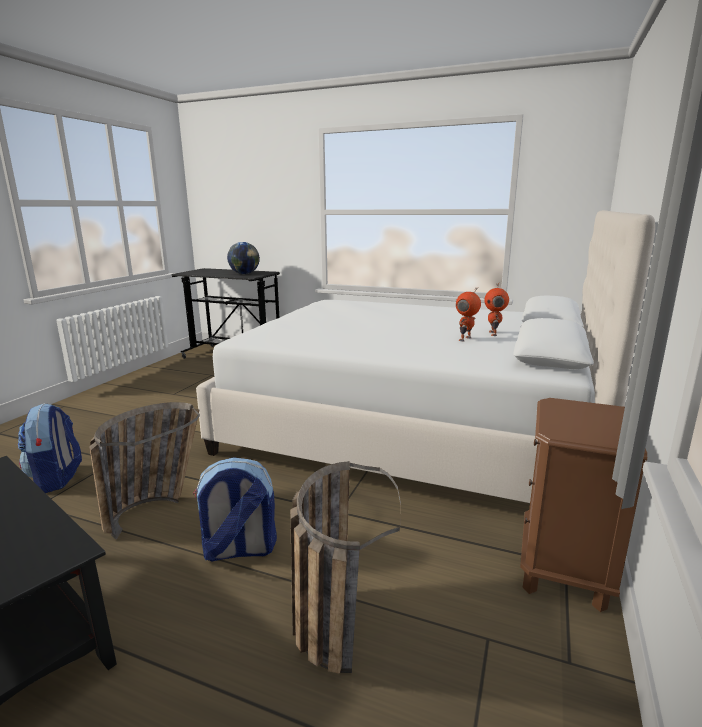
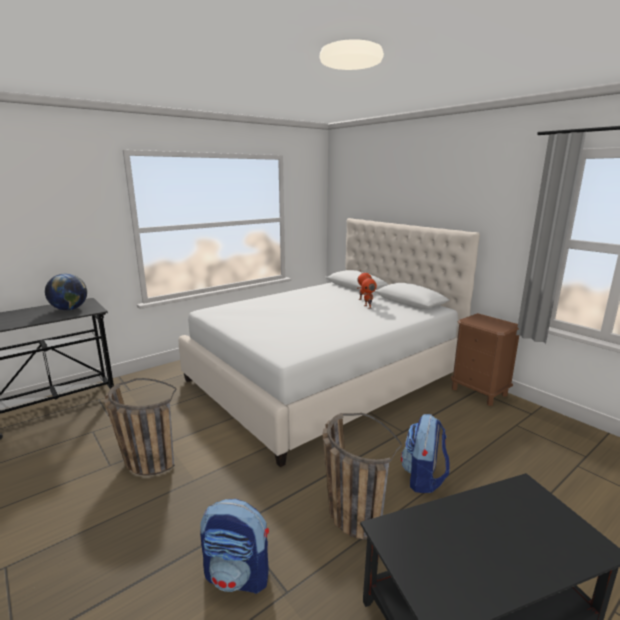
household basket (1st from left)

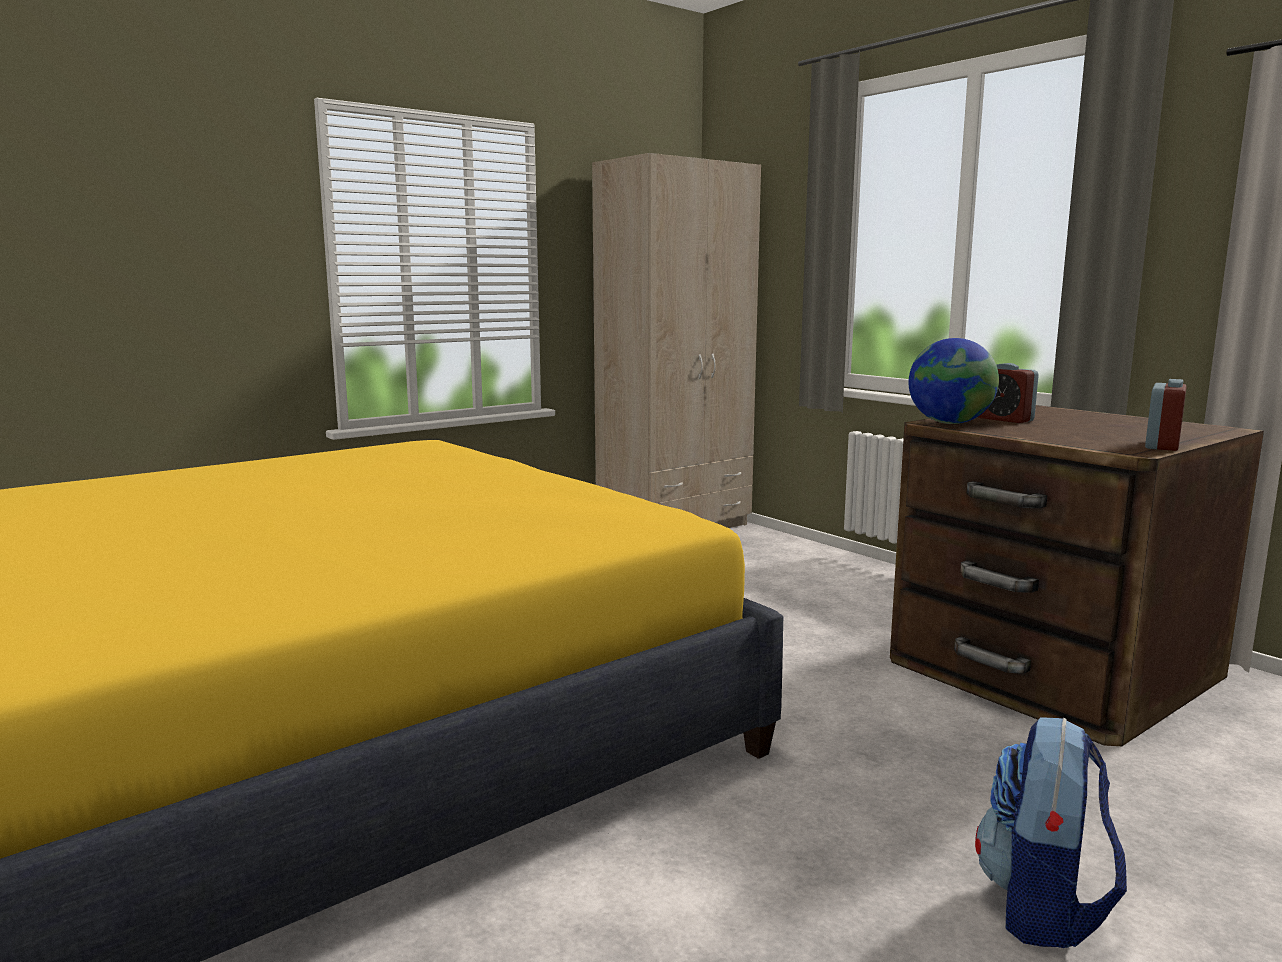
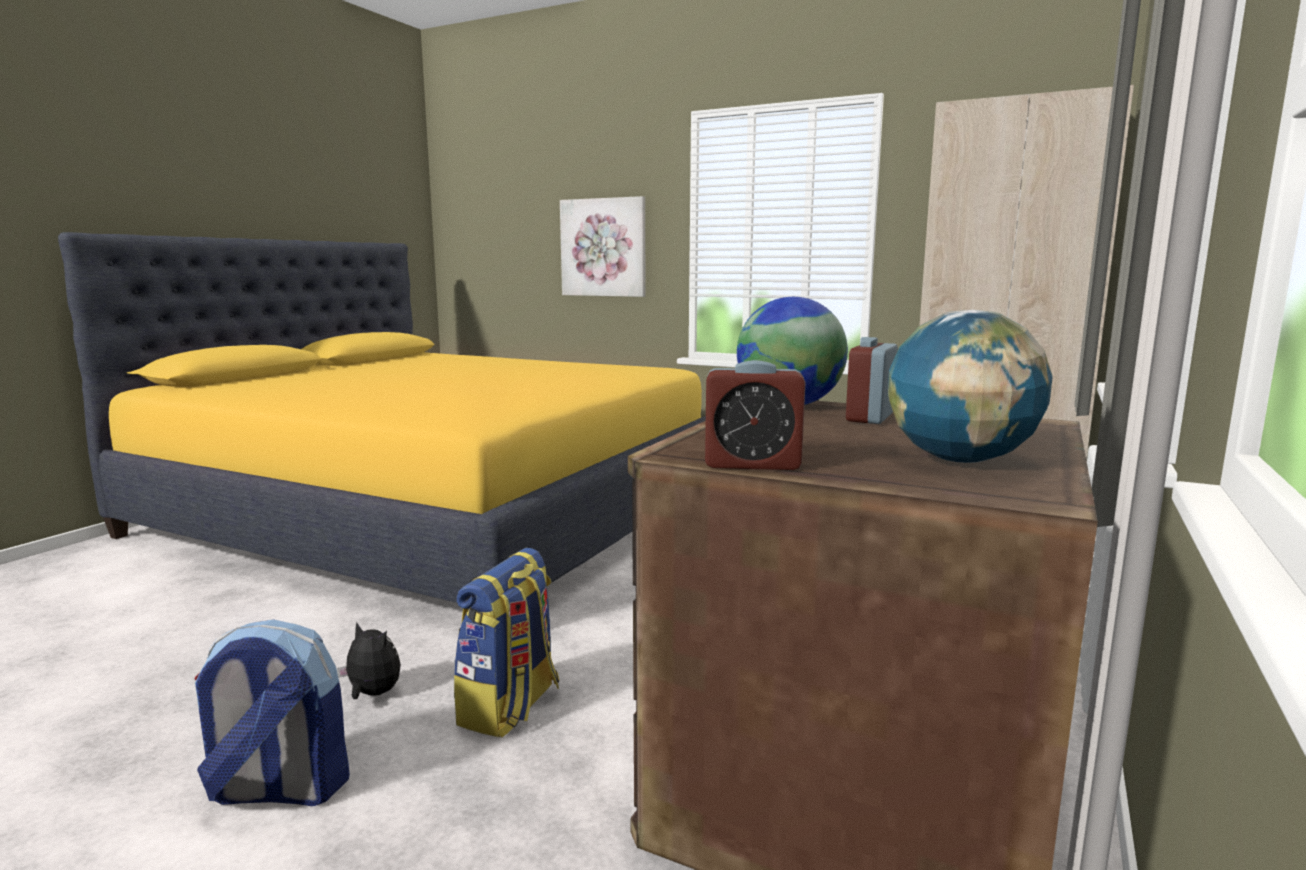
soft toy; rucksack (2nd from left); wall picture; world globe (2nd from left)

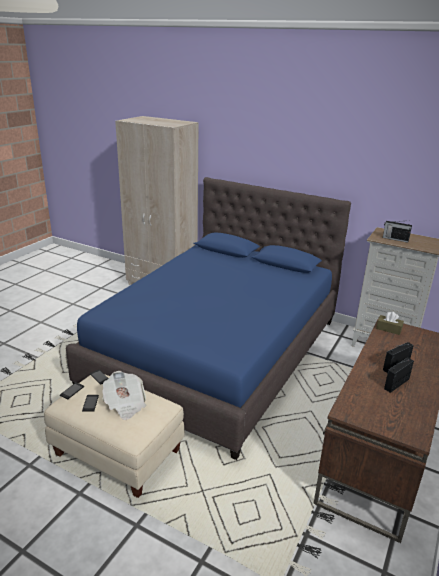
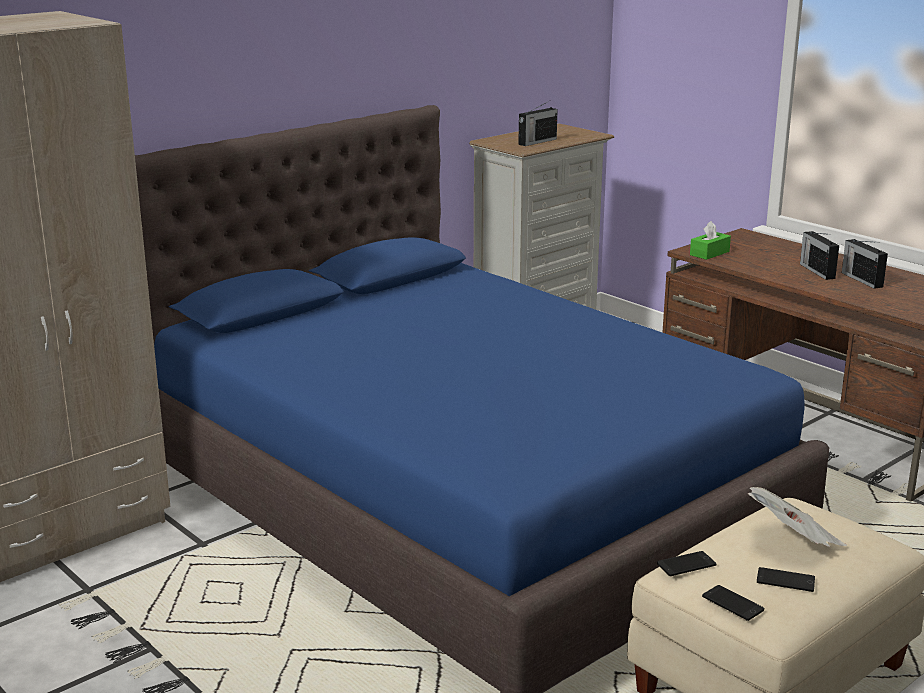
greenish tissue holder

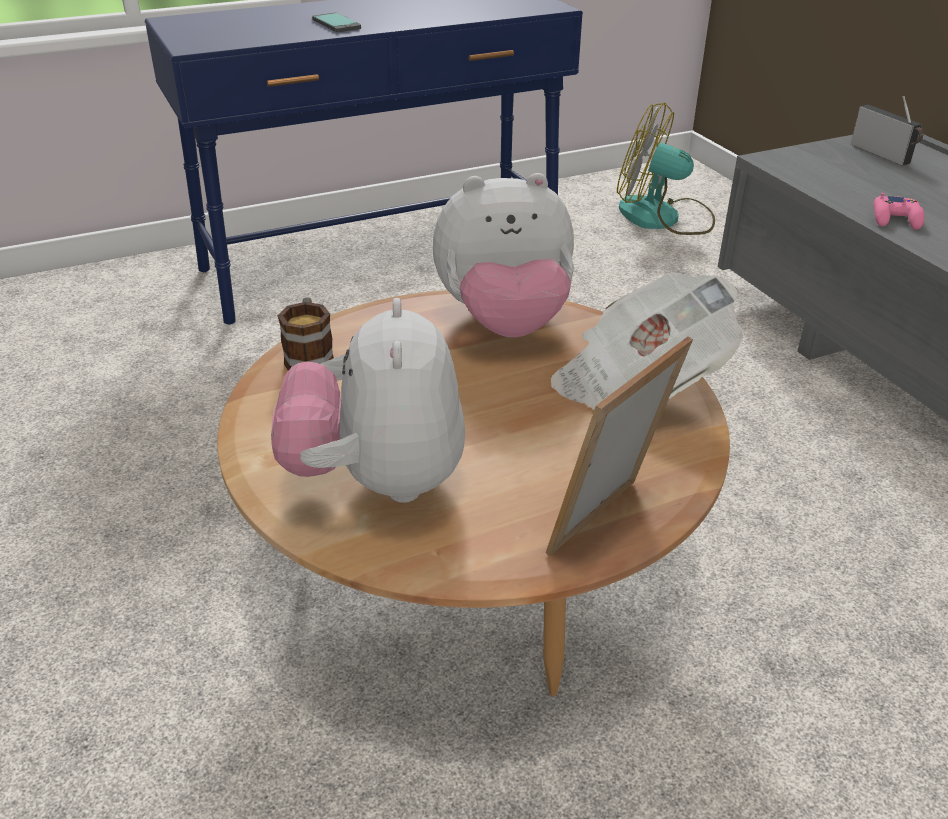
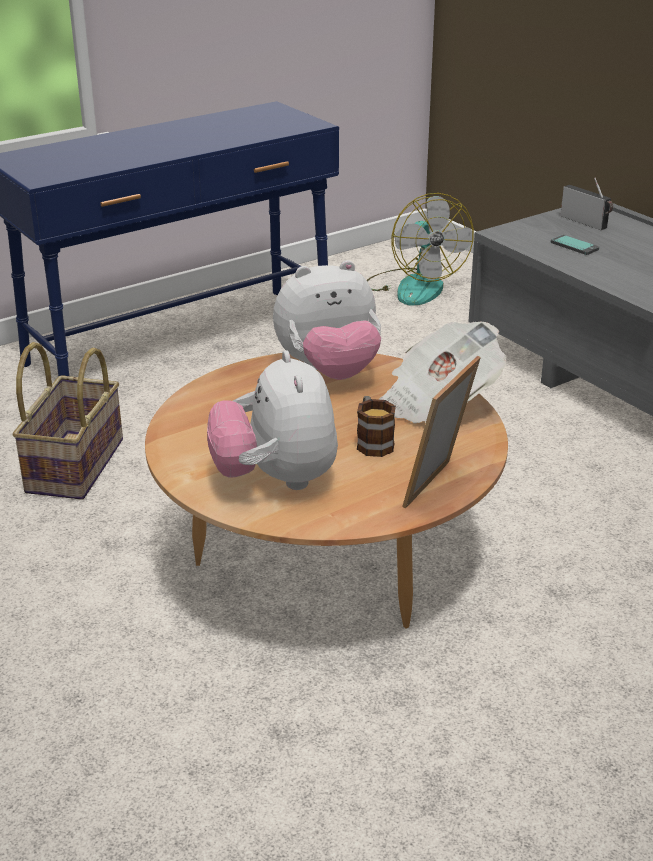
household basket; mug; electric fan; handset; pinkish game controller

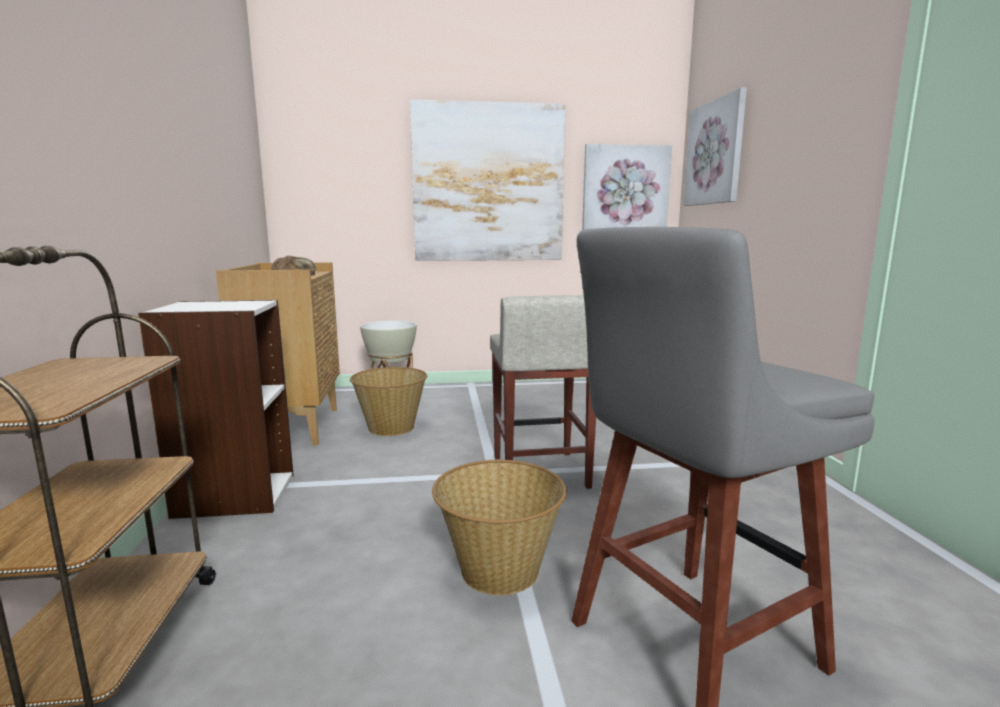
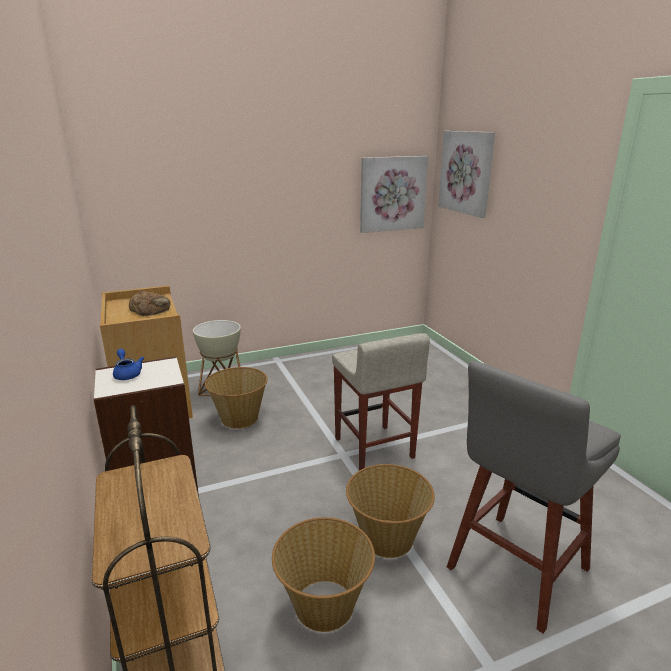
bluish tea pot; household basket (2nd from left); wall picture (1st from left in the first image)

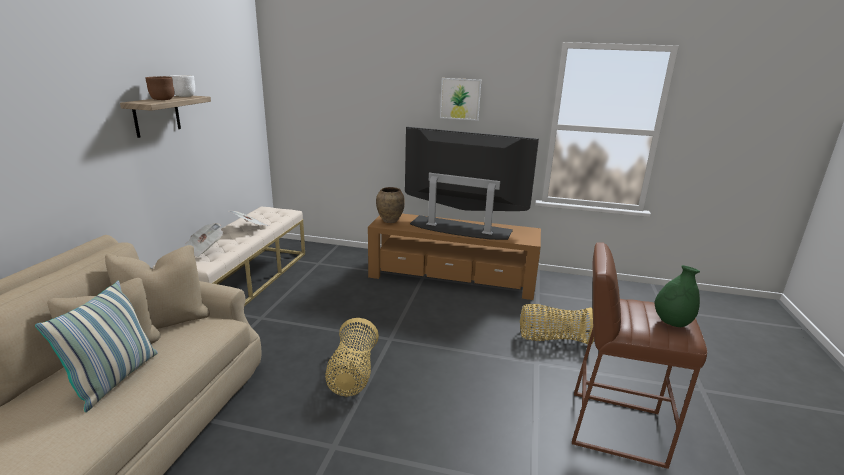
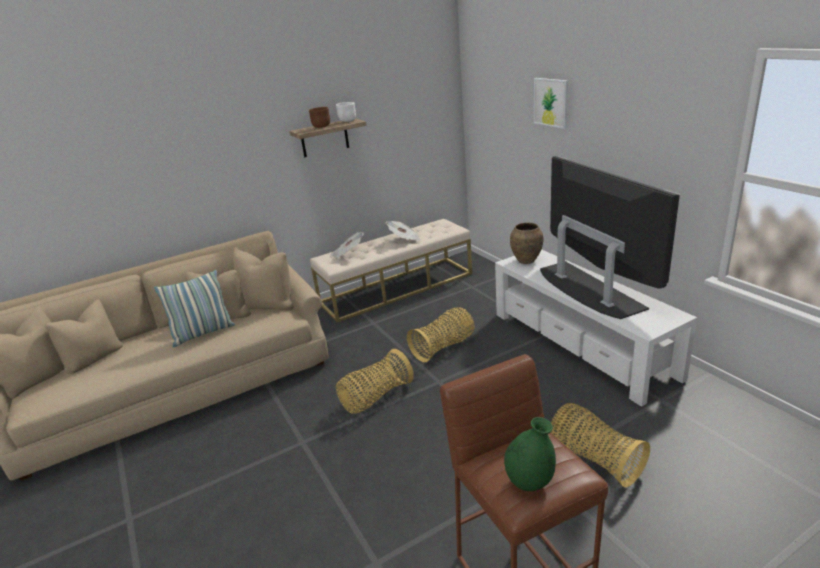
household basket (2nd from left); white-coloured tv stand; wall picture

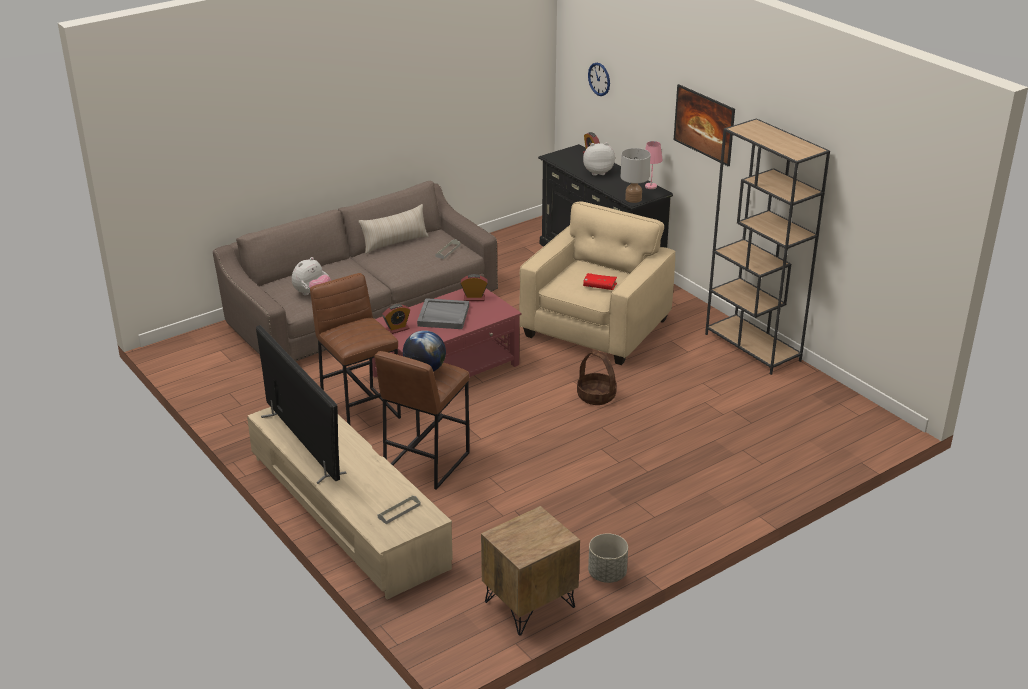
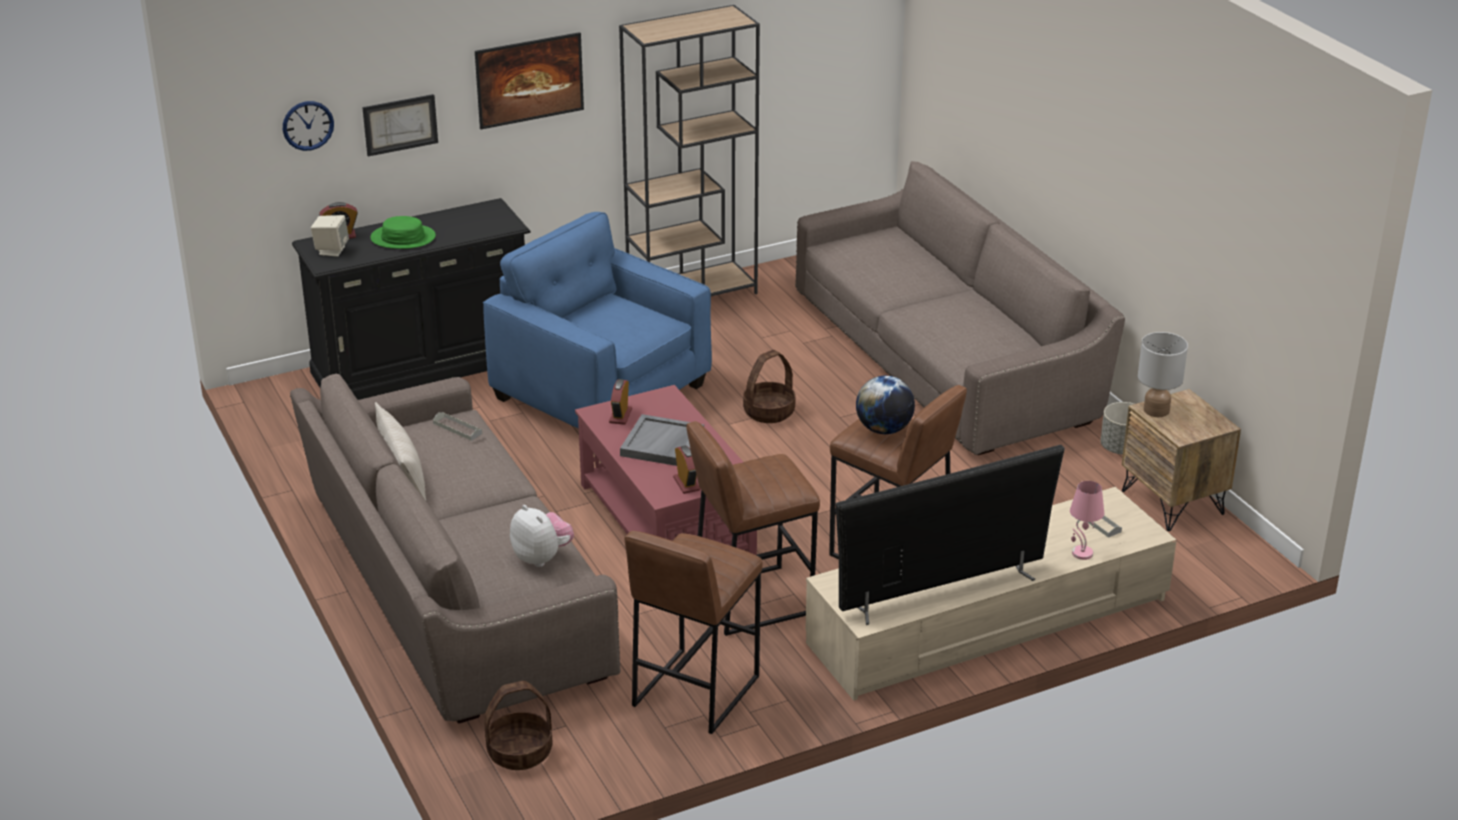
beige loudspeaker; wall picture (1st from left); greenish hat; bluish easy chair; household basket (1st from left); brown-coloured stool (1st from left); brown-coloured settee (2nd from left); pinkish tabletop lamp; gray tabletop lamp; red-coloured volume

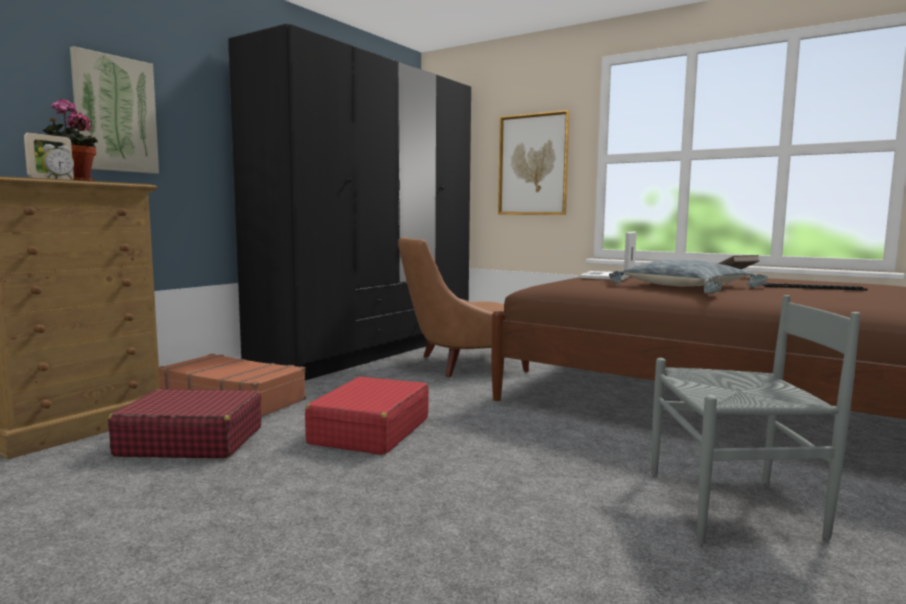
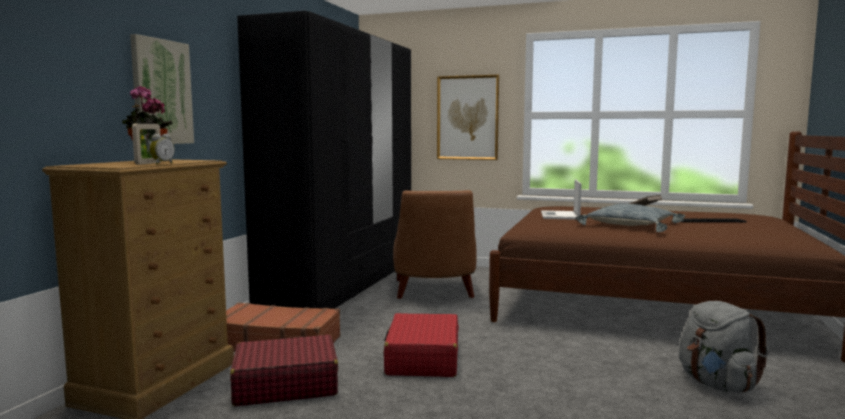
brown-coloured easy chair; gray rucksack

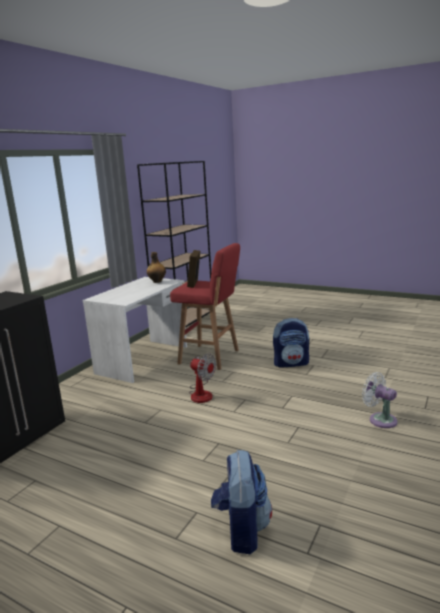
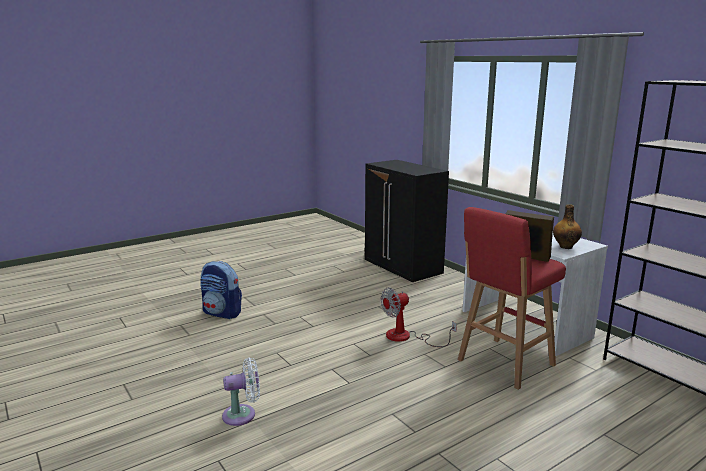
rucksack (2nd from left in the first image)

